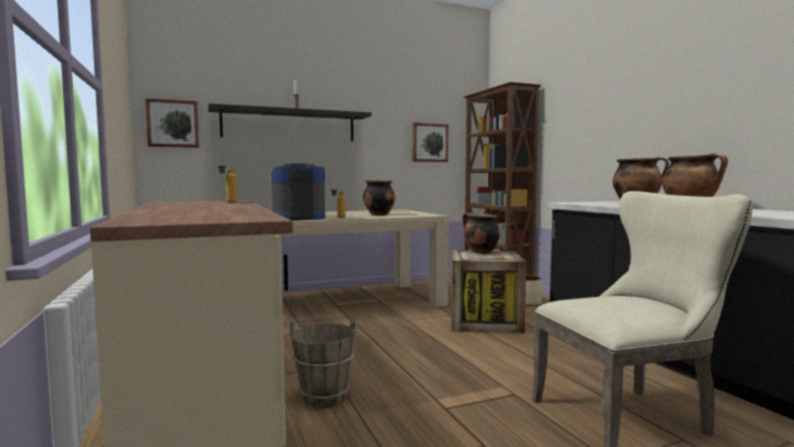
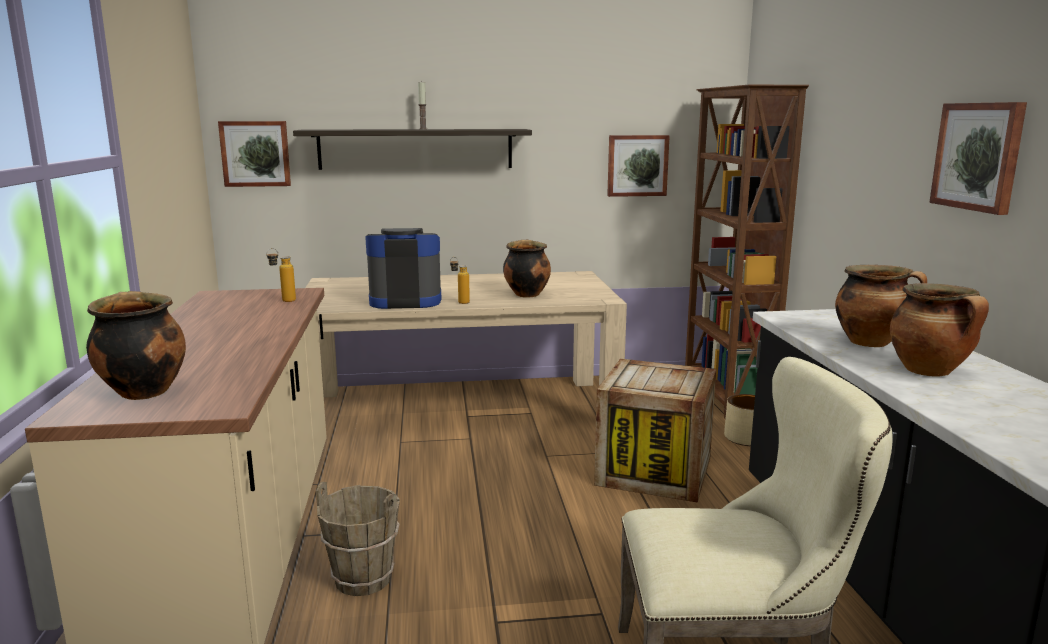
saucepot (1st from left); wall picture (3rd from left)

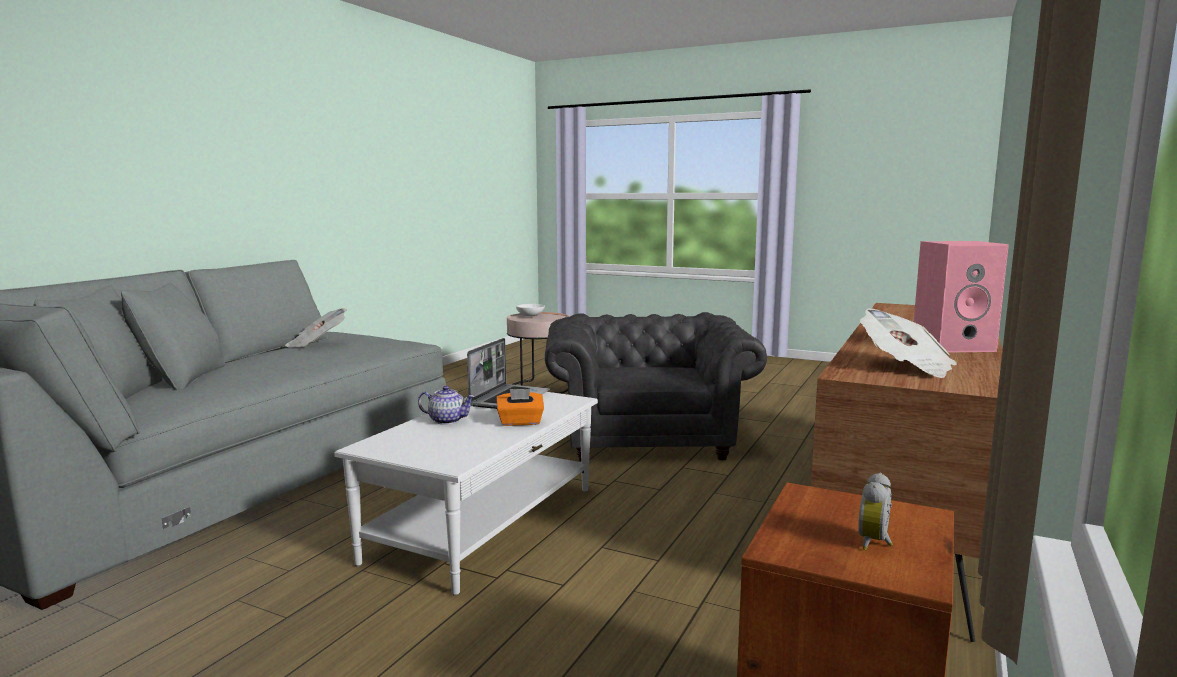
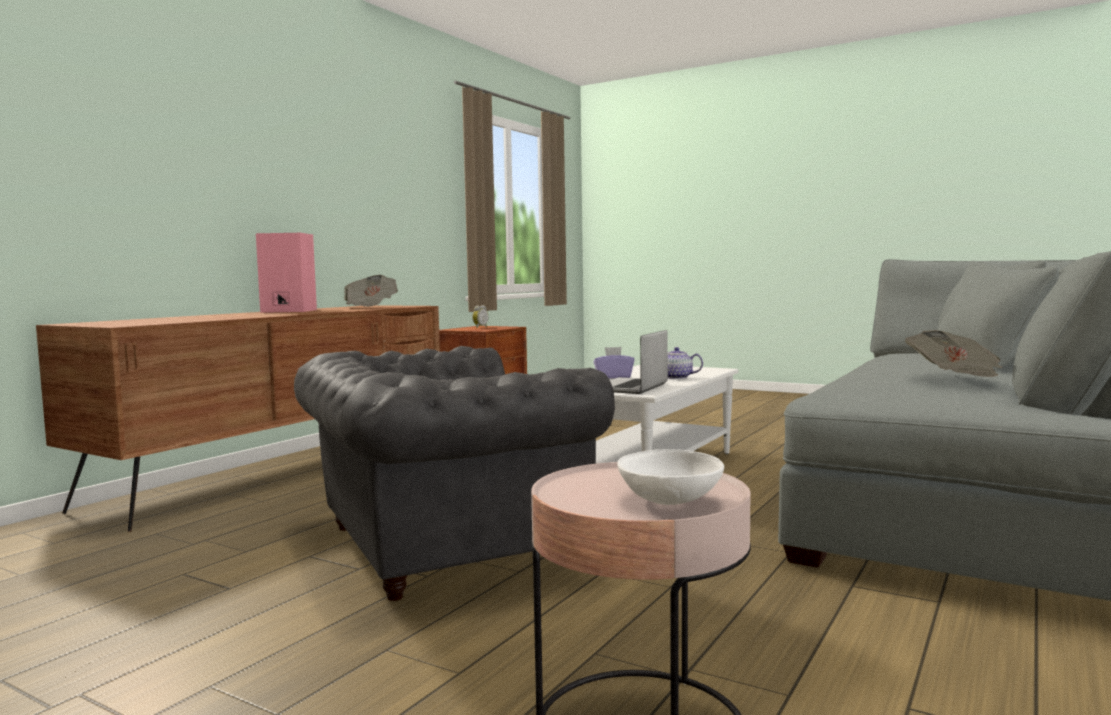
gray easy chair; purplish tissue holder

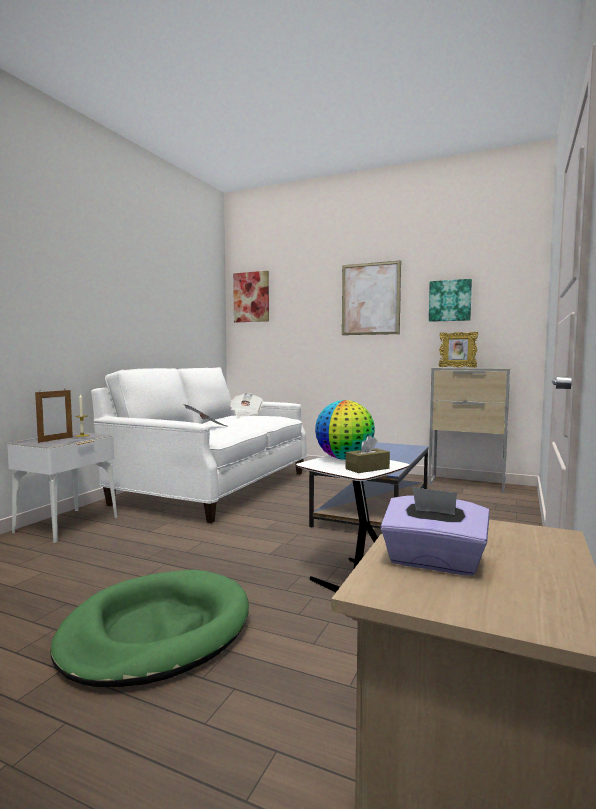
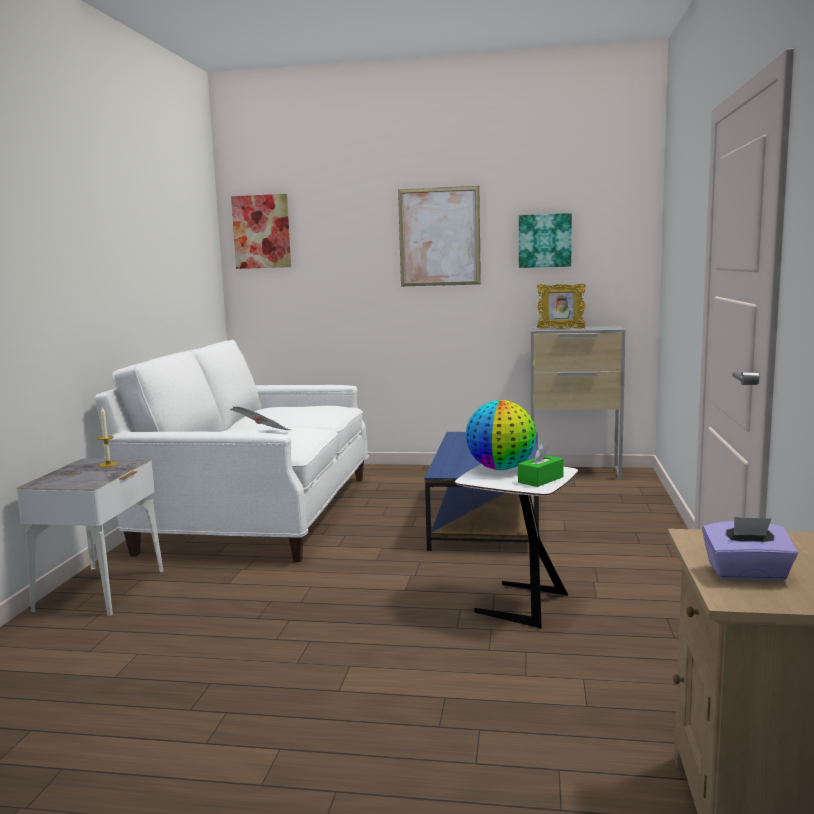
greenish tissue holder; picture frame (1st from left in the first image); greenish pet bed; daily paper (2nd from left in the first image)

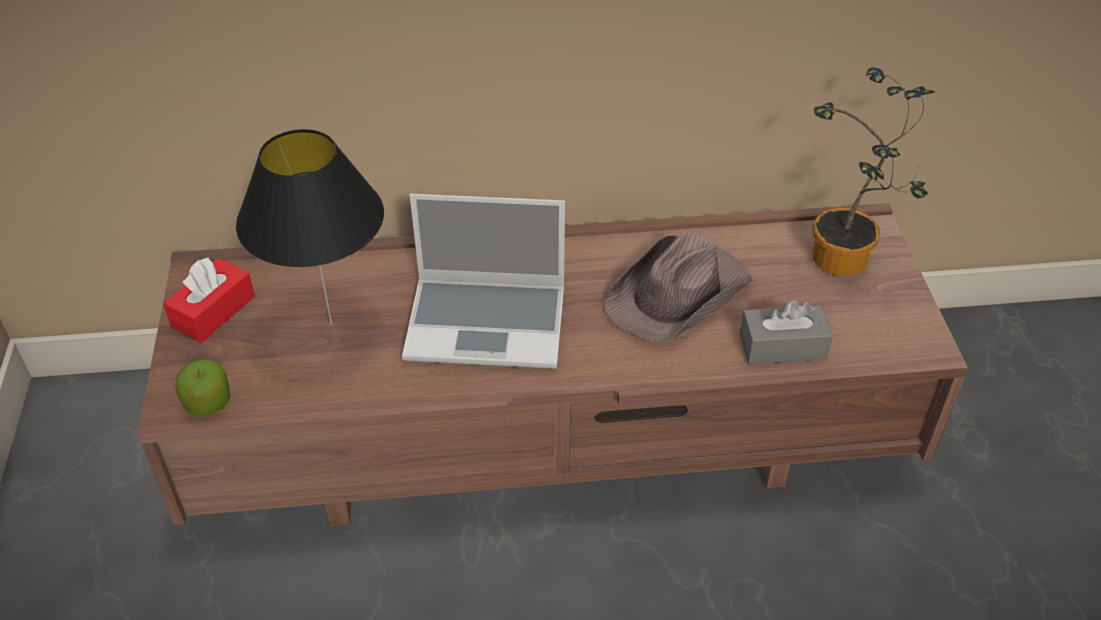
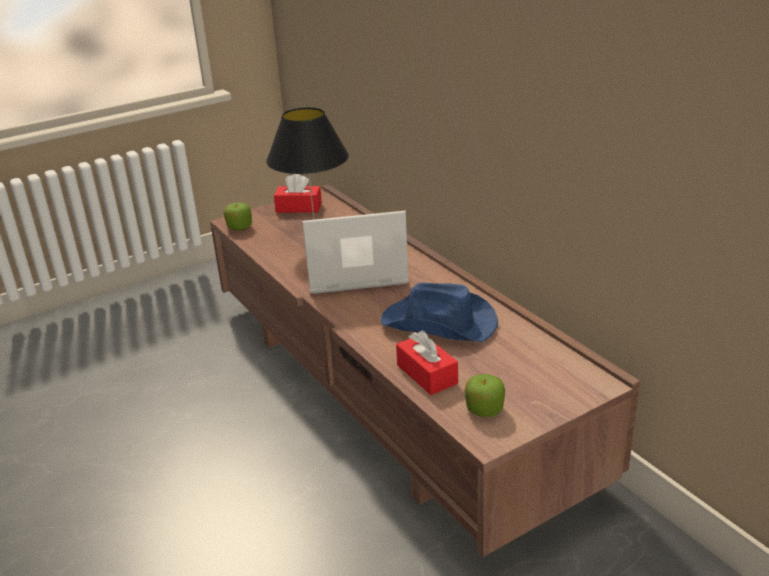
portable computer; bluish hat; red-coloured tissue holder (2nd from left); whole apple (2nd from left); plant in a pot

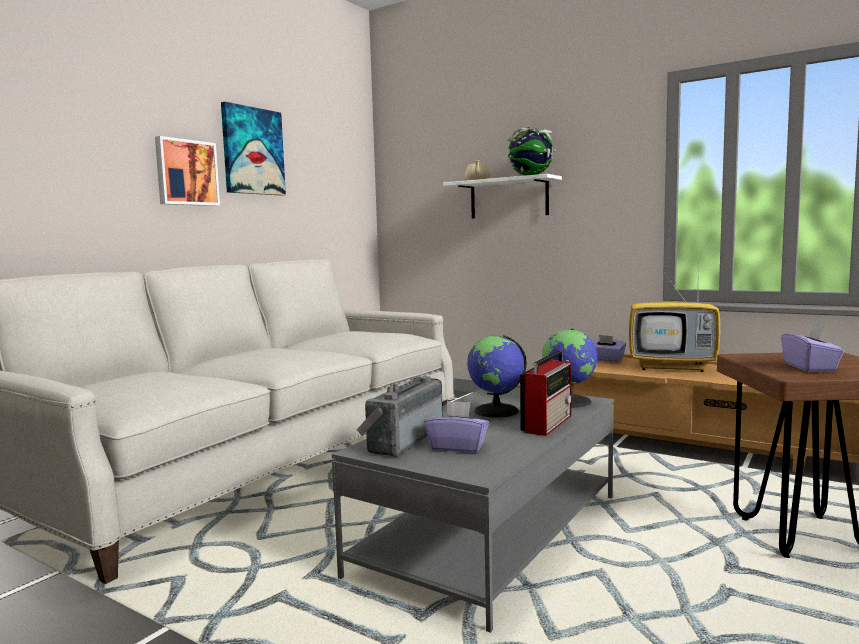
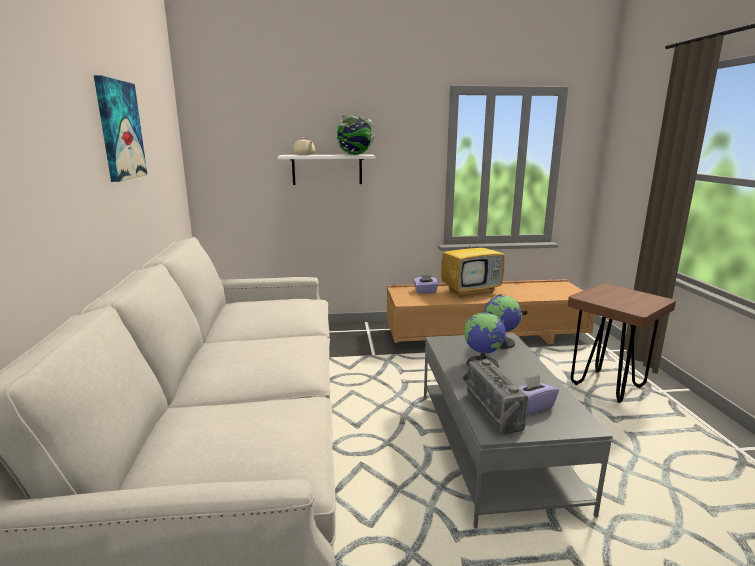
wall picture (1st from left in the first image); radio (2nd from left in the first image); purplish tissue holder (3rd from left in the first image)

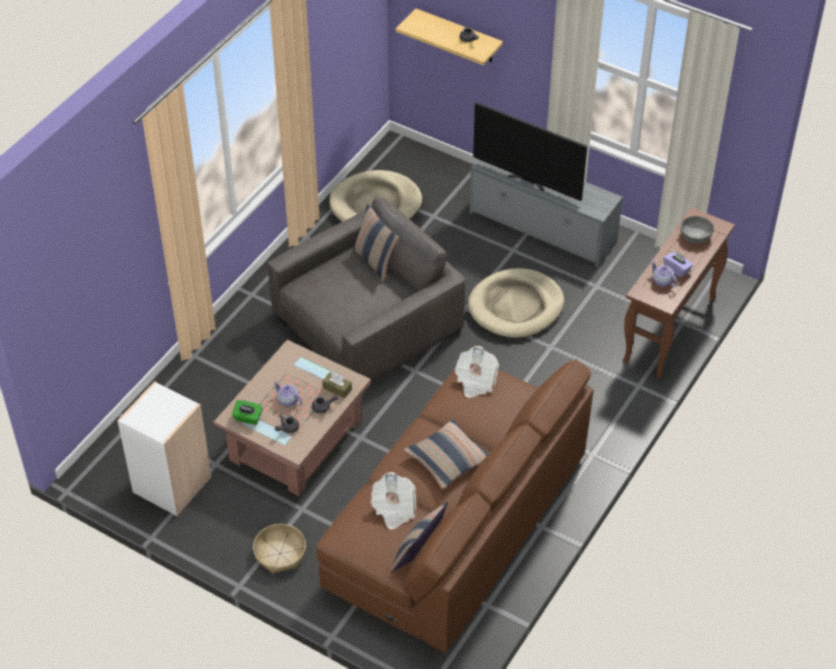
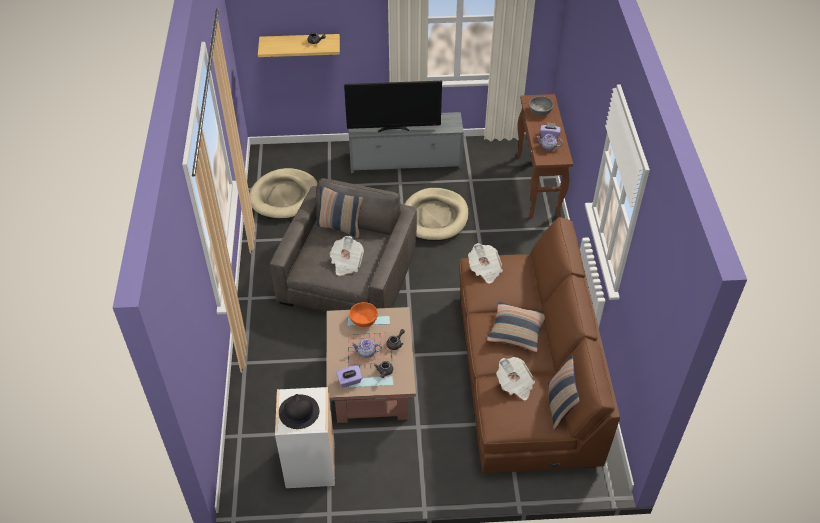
black-coloured hat; daily paper (1st from left); purplish tissue holder (1st from left); orange-coloured serving bowl; household basket; brown-coloured tissue holder

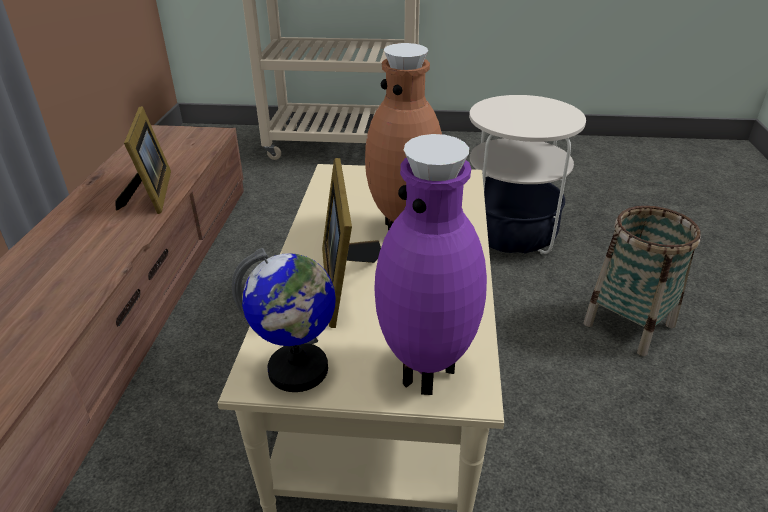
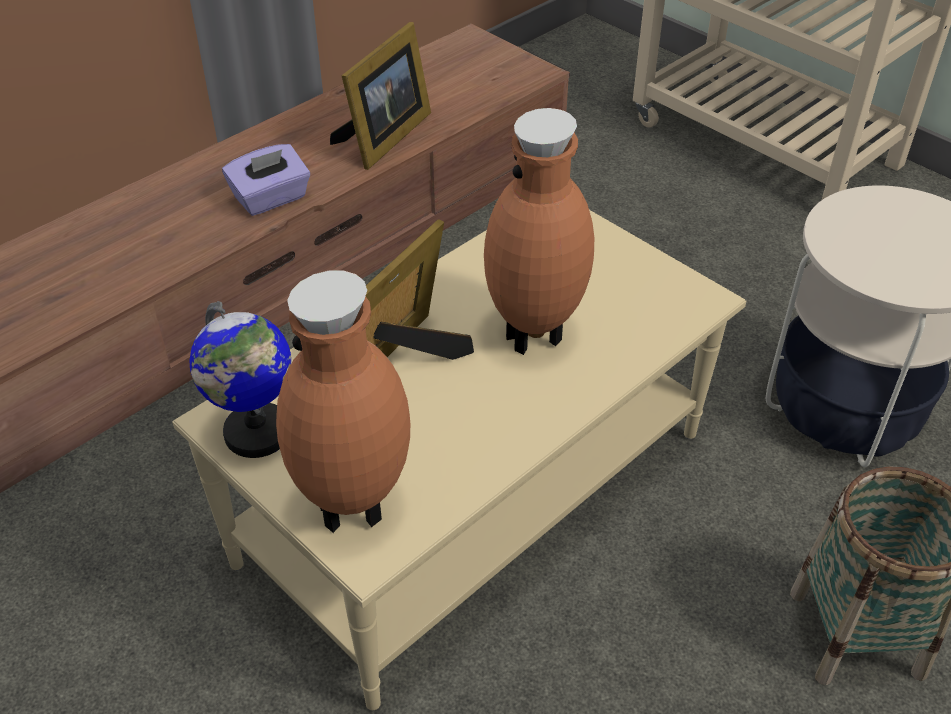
purplish tissue holder; brown-coloured flower vase (1st from left)

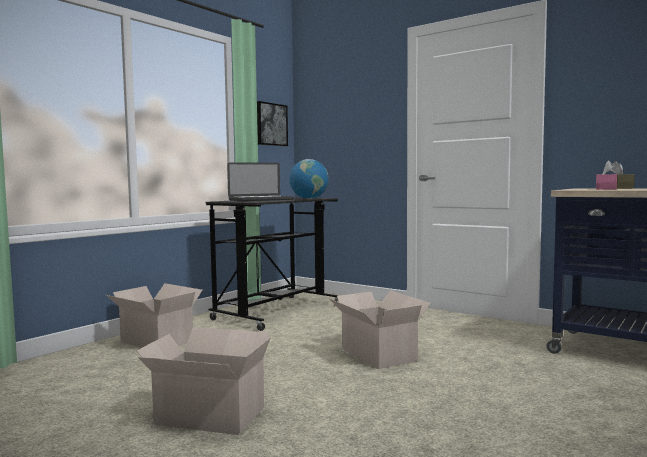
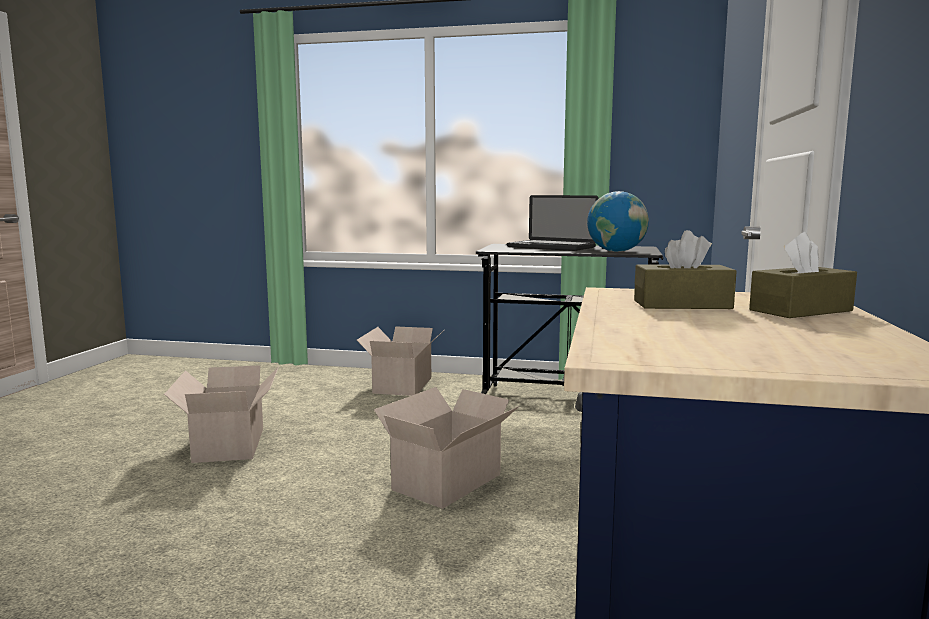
brown-coloured tissue holder (1st from left); wall picture

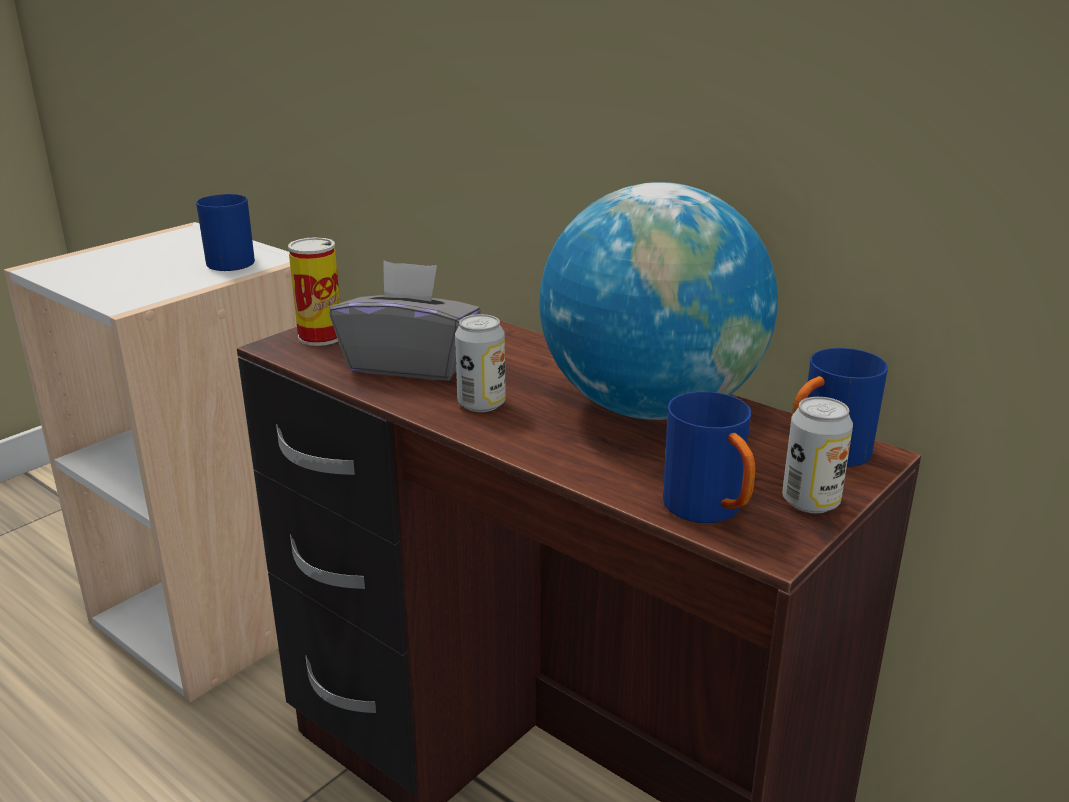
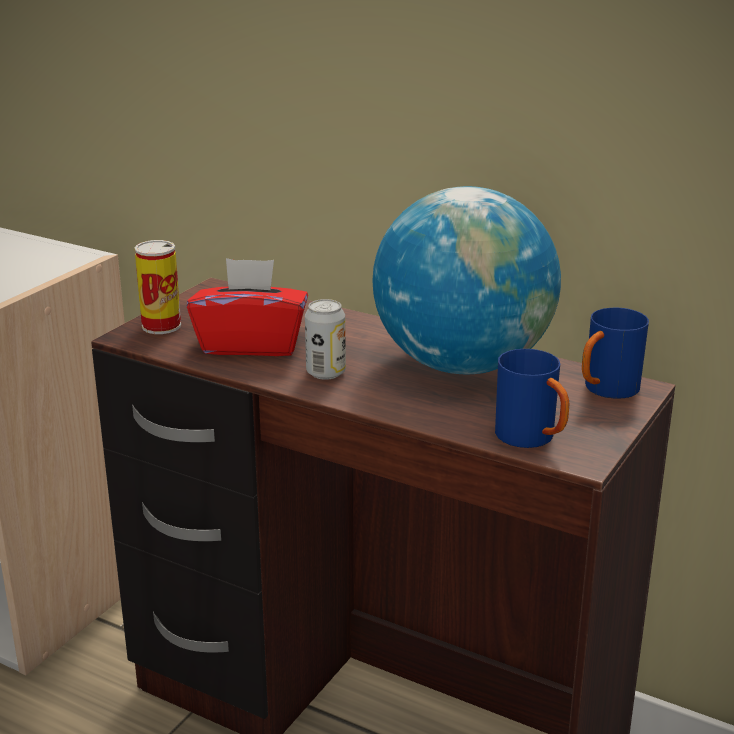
red-coloured tissue holder; bluish mug (1st from left in the first image); metal can (3rd from left in the first image)

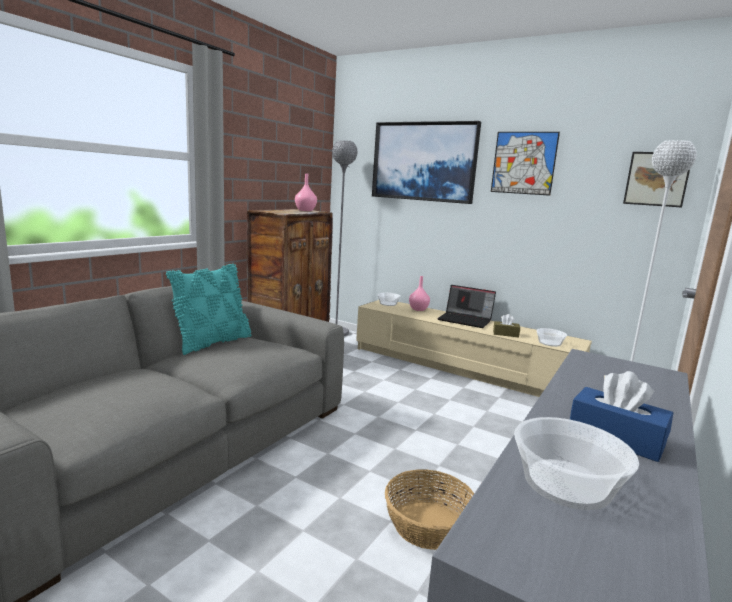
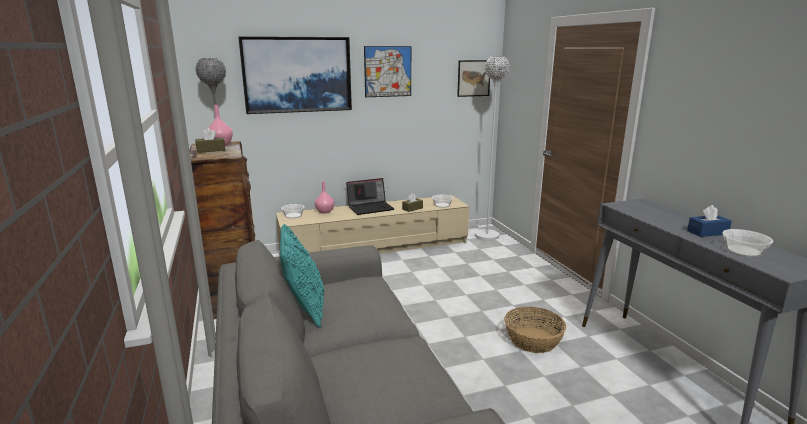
brown-coloured tissue holder (1st from left)

